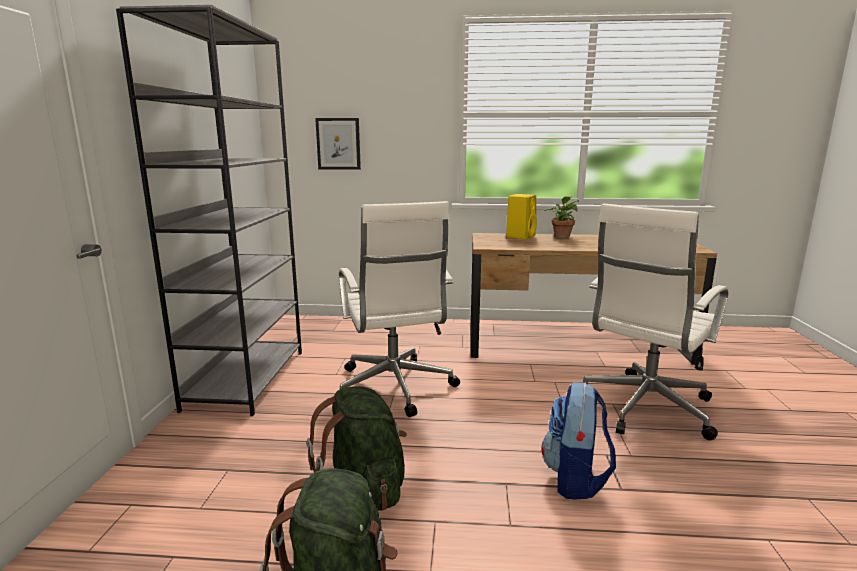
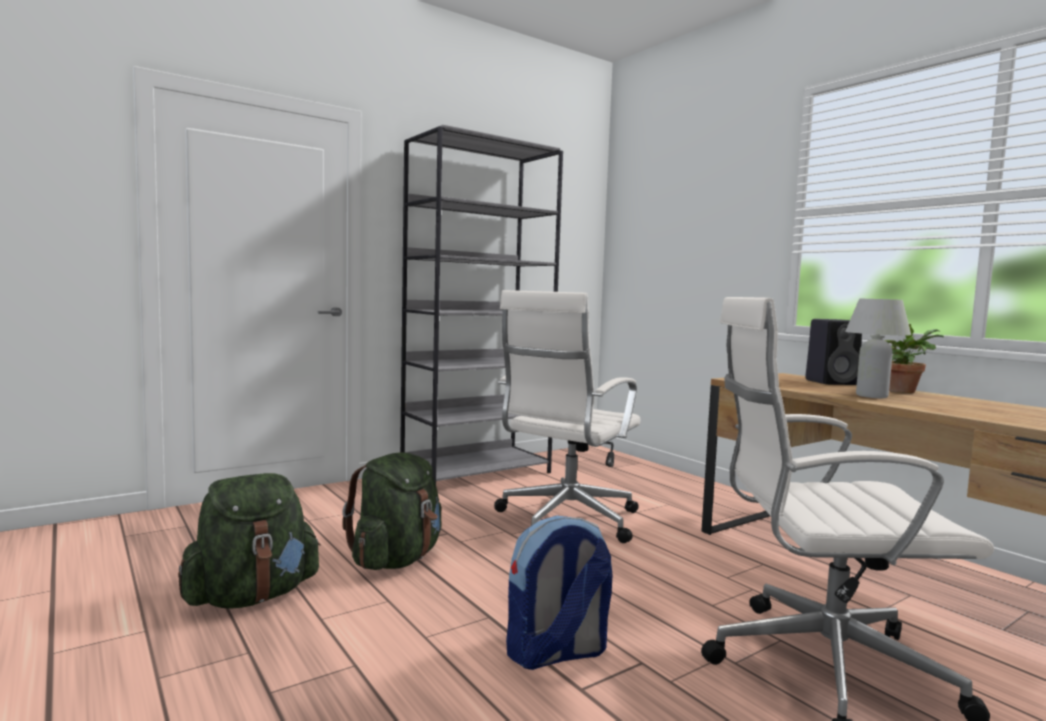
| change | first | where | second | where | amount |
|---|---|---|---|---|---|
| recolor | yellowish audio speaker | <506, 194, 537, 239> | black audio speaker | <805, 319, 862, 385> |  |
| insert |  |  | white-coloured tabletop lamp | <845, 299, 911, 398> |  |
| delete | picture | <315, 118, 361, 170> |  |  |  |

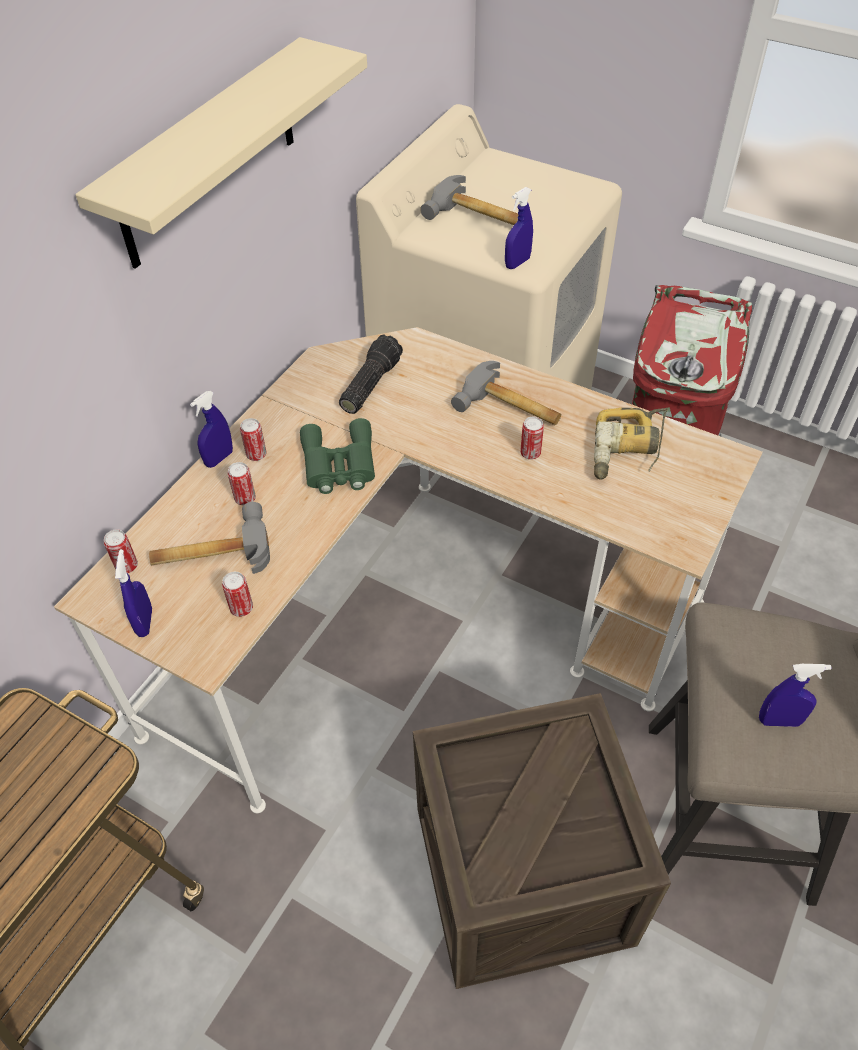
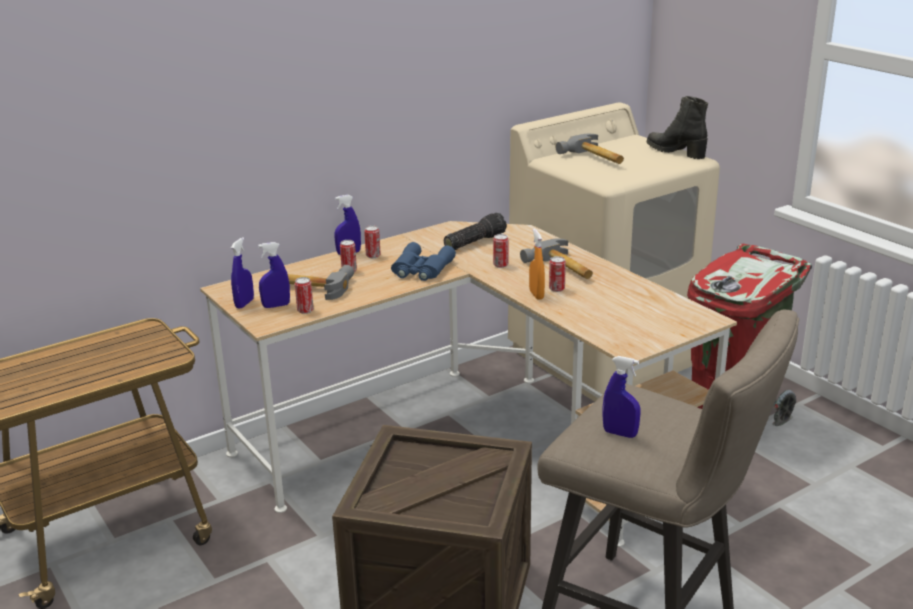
| change | first | where | second | where | amount |
|---|---|---|---|---|---|
| move | blue sprayer | <505, 187, 533, 269> |  | <258, 242, 290, 308> |  |
| recolor | green-coloured field glasses | <300, 418, 375, 494> | blue field glasses | <391, 242, 456, 281> |  |
| move | sealed can | <104, 530, 138, 573> |  | <493, 234, 508, 268> |  |
| insert |  |  | orange sprayer | <529, 228, 545, 300> |  |
| insert |  |  | black tall boot | <647, 96, 708, 159> |  |
| delete | sand-coloured wall shelf | <75, 37, 367, 269> |  |  |  |
| delete | drill | <594, 408, 668, 480> |  |  |  |

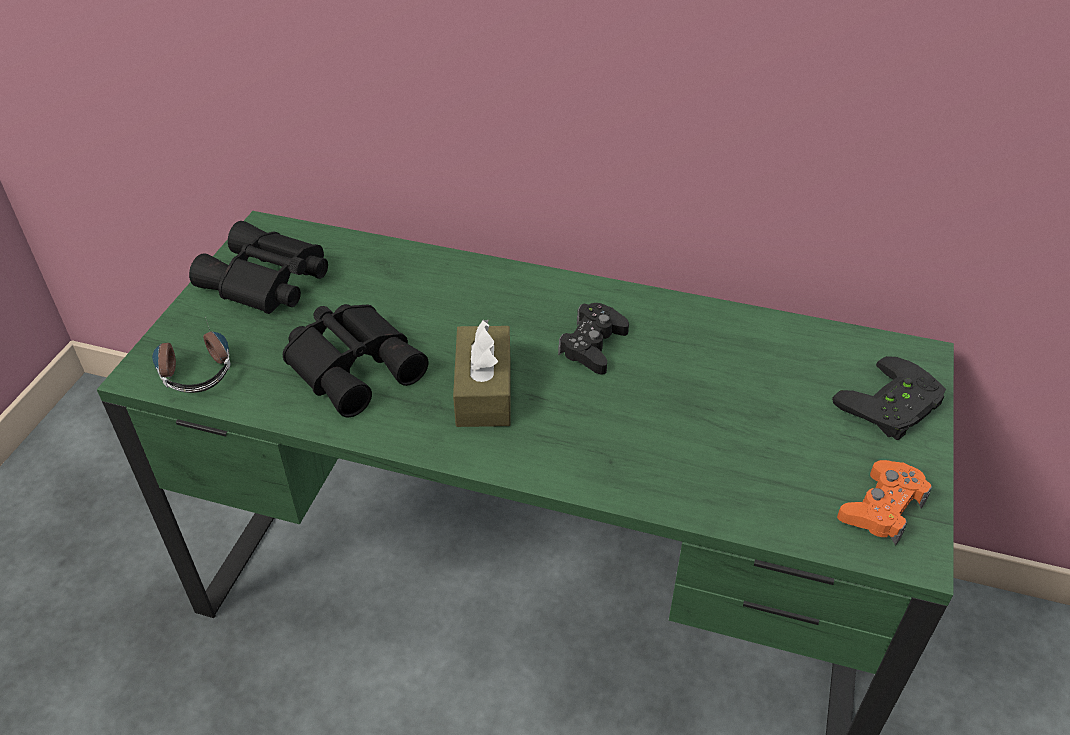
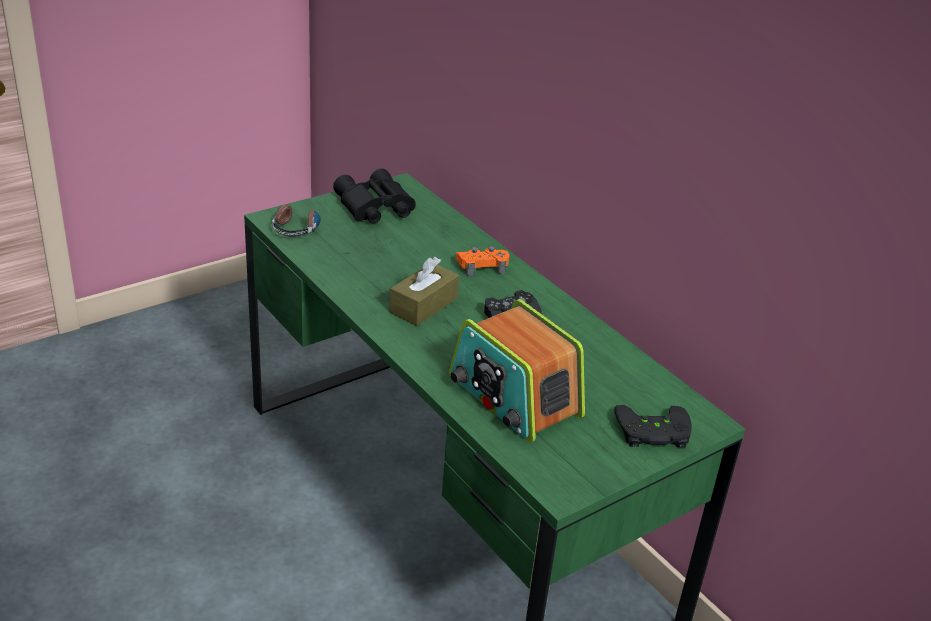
| change | first | where | second | where | amount |
|---|---|---|---|---|---|
| insert |  |  | radio set | <449, 299, 585, 443> |  |
| move | orange game controller | <837, 460, 932, 545> |  | <456, 246, 509, 276> |  |
| delete | black field glasses | <283, 304, 429, 417> |  |  |  |

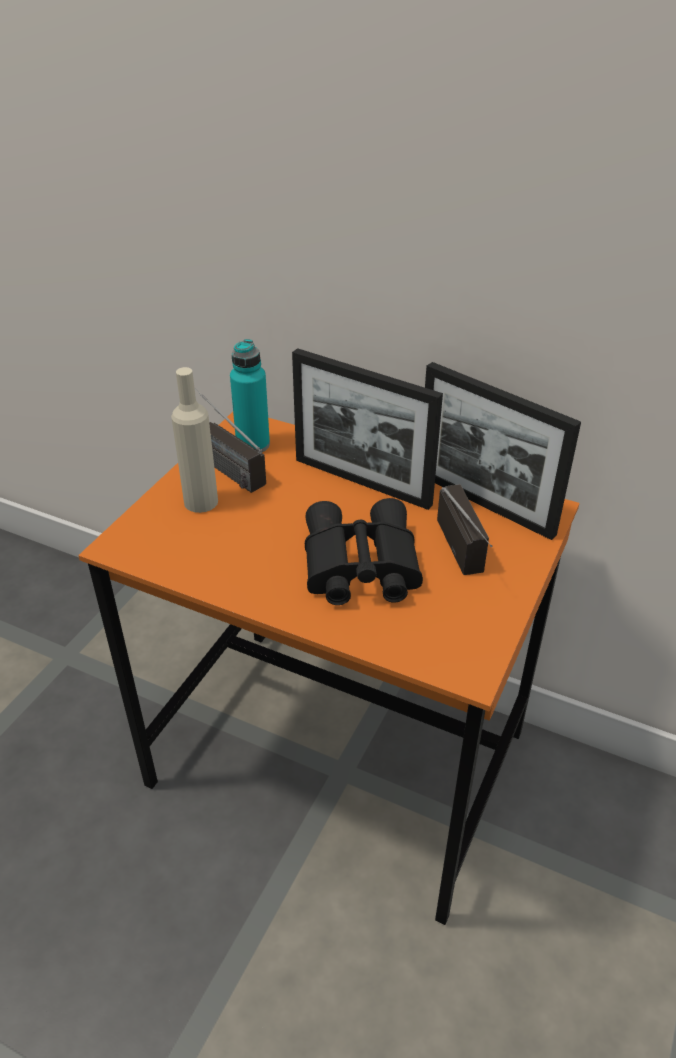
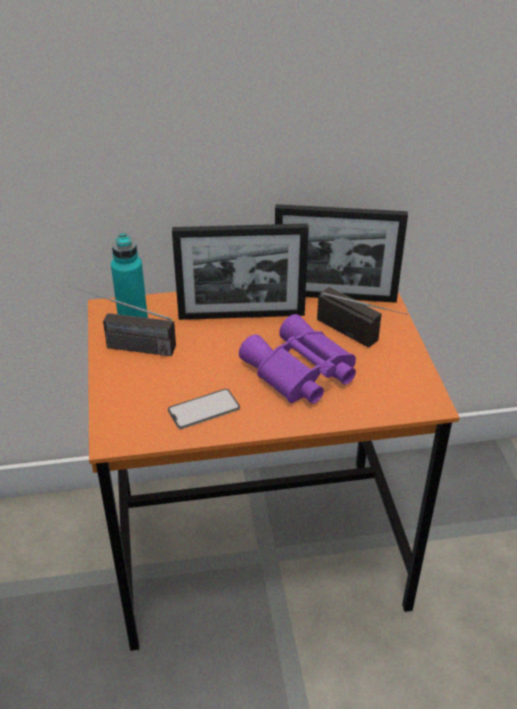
| change | first | where | second | where | amount |
|---|---|---|---|---|---|
| insert |  |  | handset | <168, 389, 240, 429> |  |
| recolor | black field glasses | <305, 498, 423, 605> | purplish field glasses | <239, 314, 356, 404> |  |
| delete | sand-coloured drink bottle | <171, 367, 218, 513> |  |  |  |

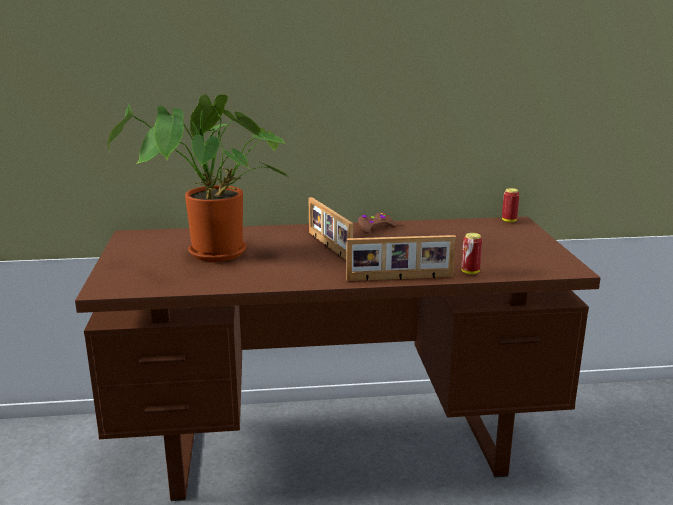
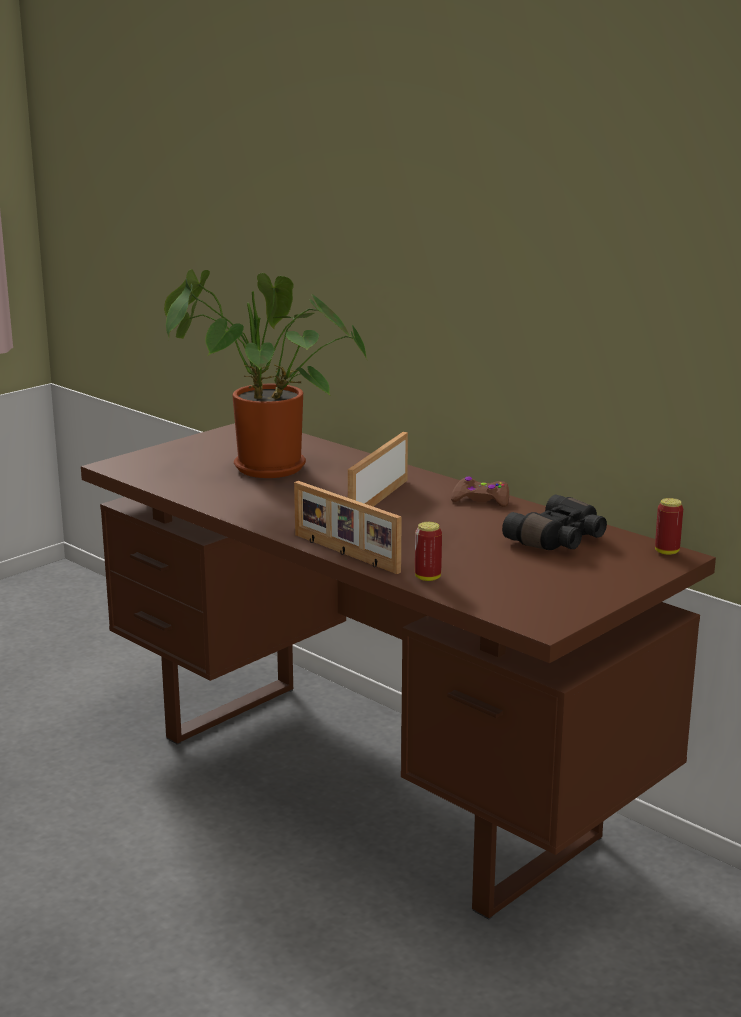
| change | first | where | second | where | amount |
|---|---|---|---|---|---|
| insert |  |  | black field glasses | <502, 495, 607, 550> |  |

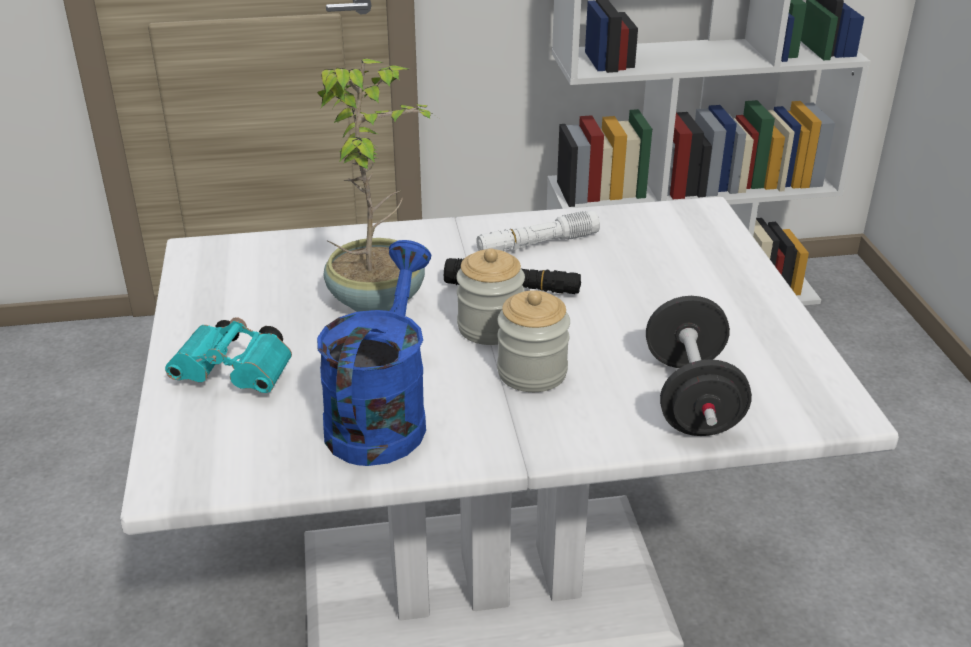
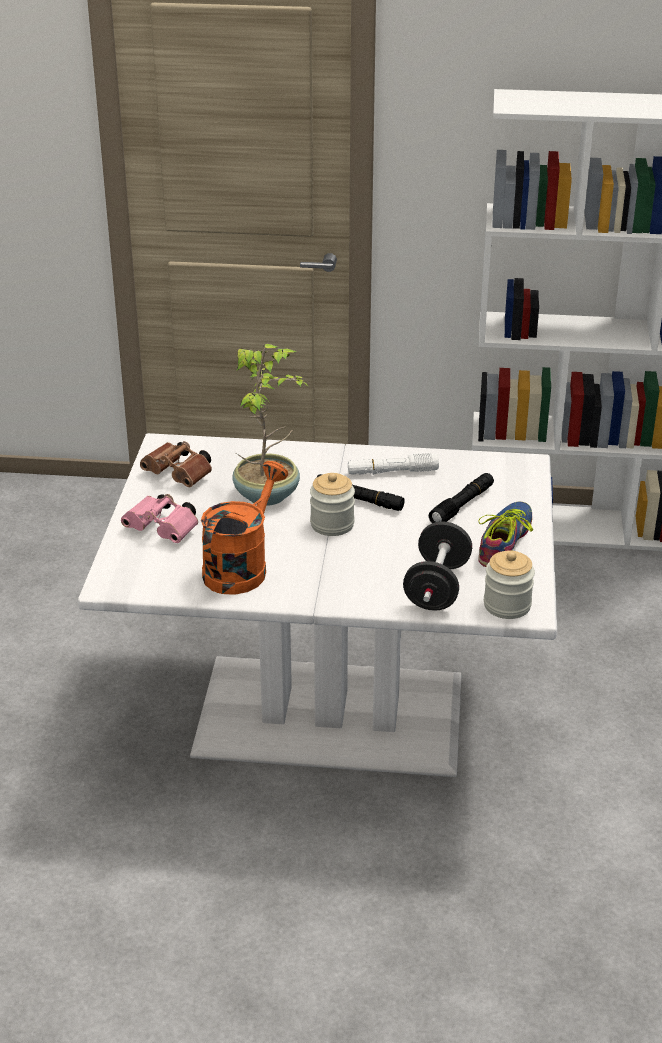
| change | first | where | second | where | amount |
|---|---|---|---|---|---|
| recolor | turquoise-coloured field glasses | <165, 317, 292, 393> | pink-coloured field glasses | <121, 494, 198, 543> |  |
| insert |  |  | brownish field glasses | <140, 441, 212, 487> |  |
| recolor | blue watering can | <317, 240, 431, 466> | orange watering can | <201, 461, 288, 595> |  |
| insert |  |  | black torch | <429, 473, 494, 523> |  |
| insert |  |  | shoe | <478, 502, 533, 567> |  |
| move | preserve jar | <497, 290, 570, 392> |  | <484, 550, 535, 619> |  |

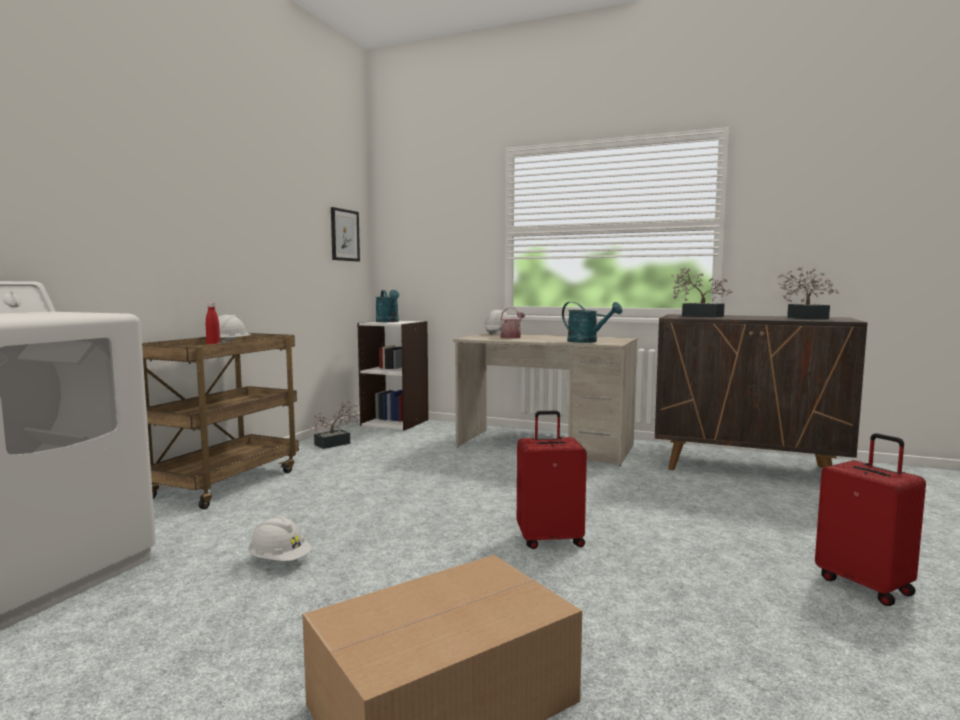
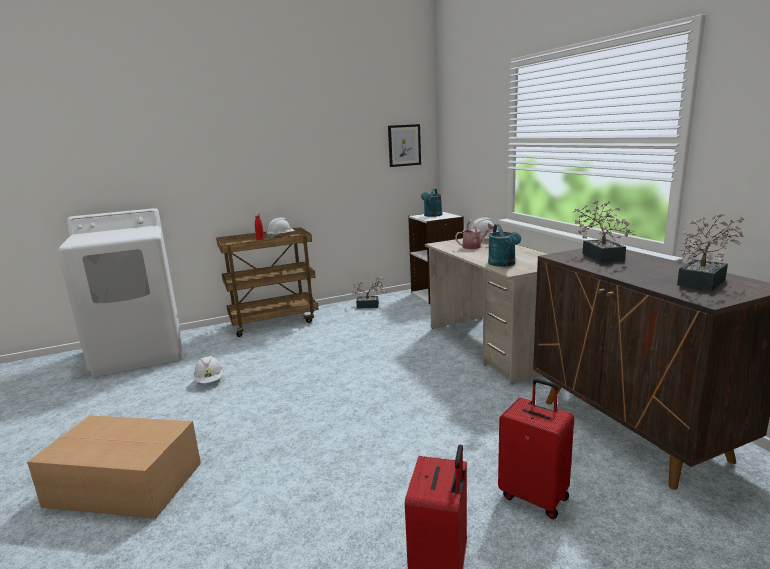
| change | first | where | second | where | amount |
|---|---|---|---|---|---|
| move | reddish suitcase | <517, 411, 587, 549> |  | <498, 379, 574, 519> |  |

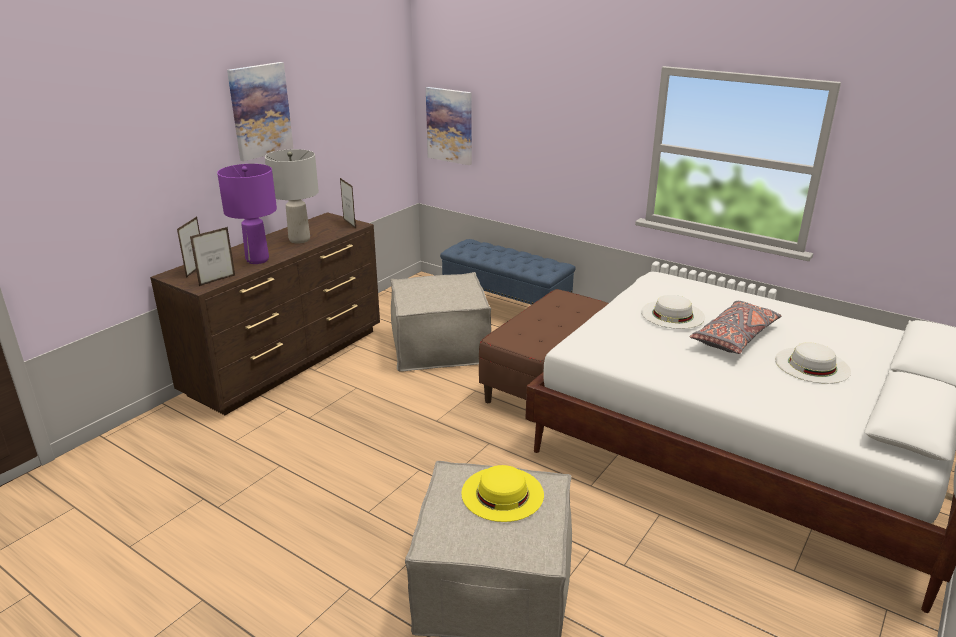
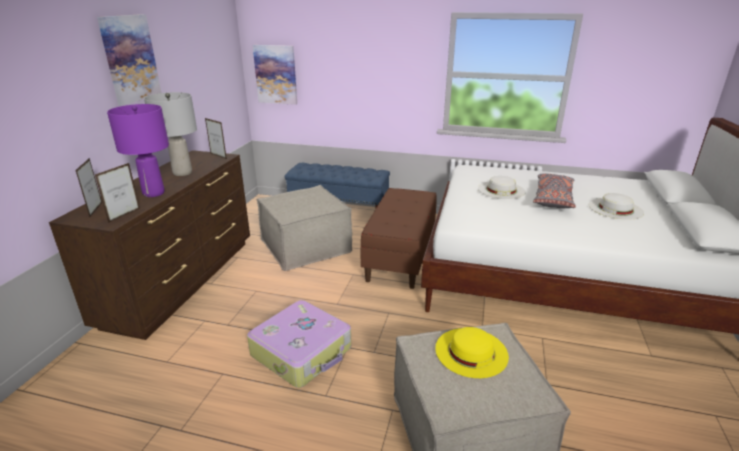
| change | first | where | second | where | amount |
|---|---|---|---|---|---|
| insert |  |  | suitcase | <247, 300, 351, 388> |  |

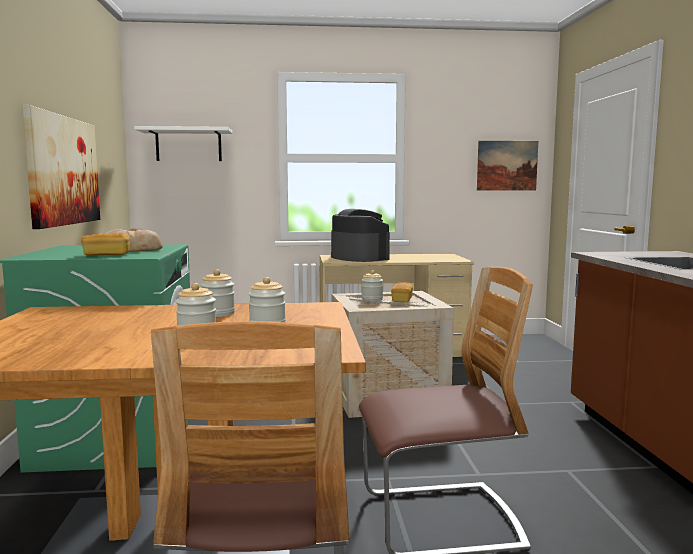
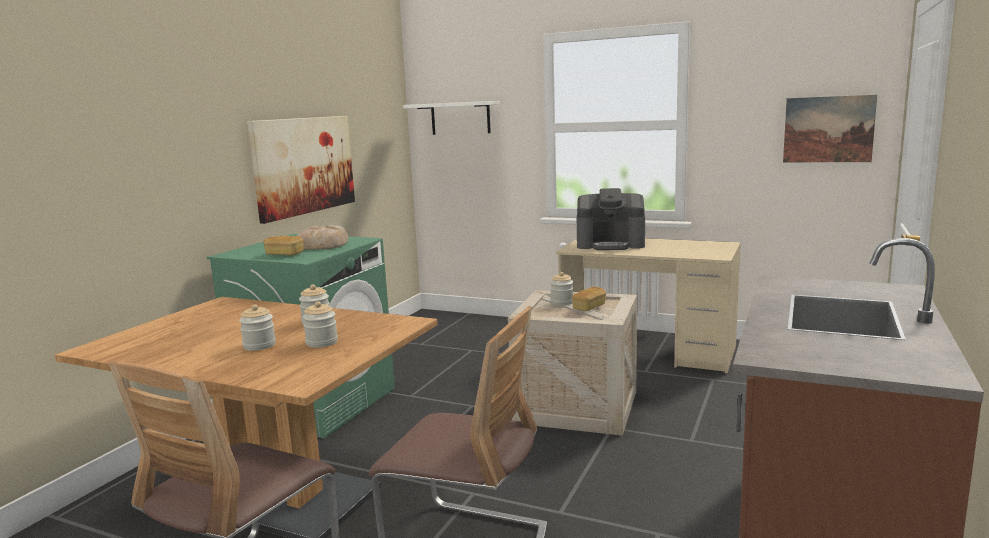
| change | first | where | second | where | amount |
|---|---|---|---|---|---|
| rotate | coffee machine | <331, 209, 390, 262> |  | <577, 188, 645, 250> | 105 degrees clockwise |

